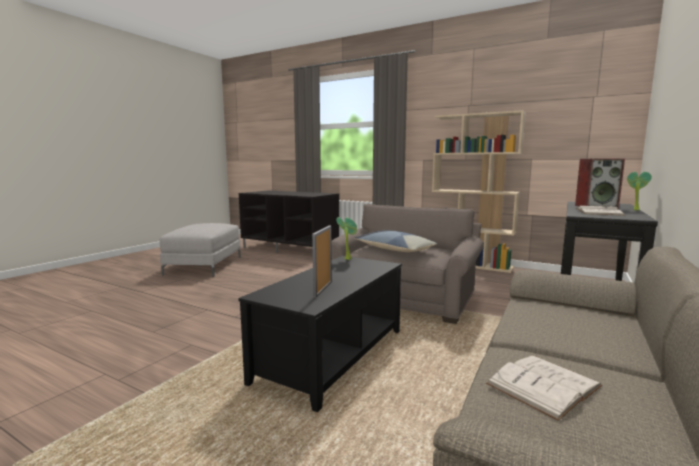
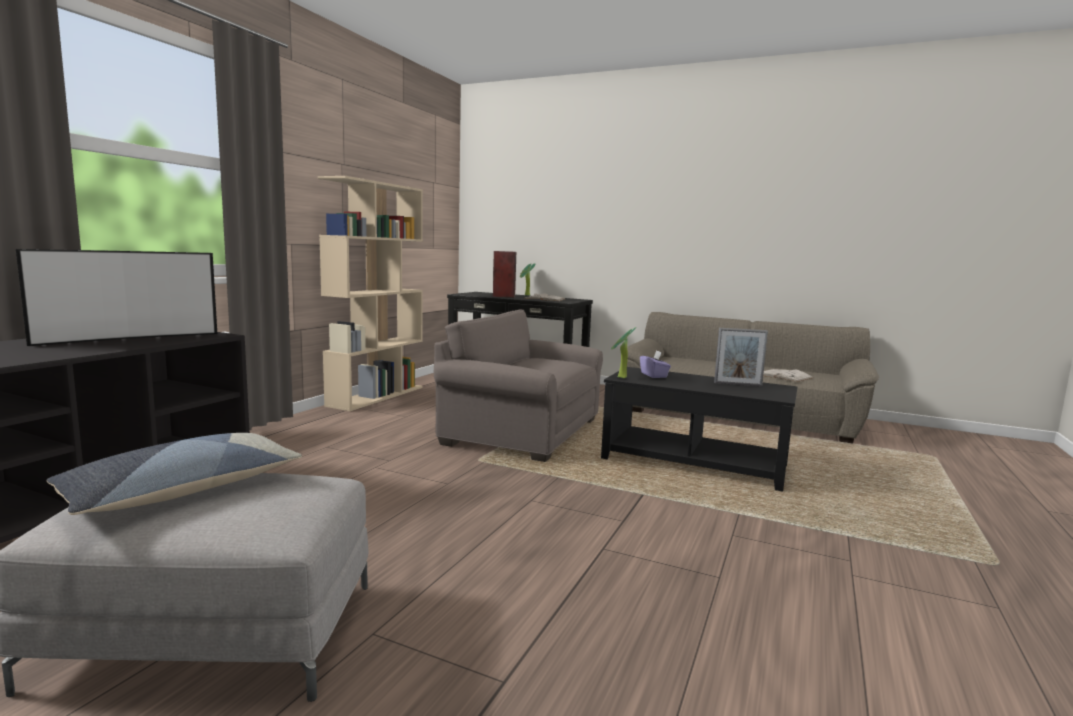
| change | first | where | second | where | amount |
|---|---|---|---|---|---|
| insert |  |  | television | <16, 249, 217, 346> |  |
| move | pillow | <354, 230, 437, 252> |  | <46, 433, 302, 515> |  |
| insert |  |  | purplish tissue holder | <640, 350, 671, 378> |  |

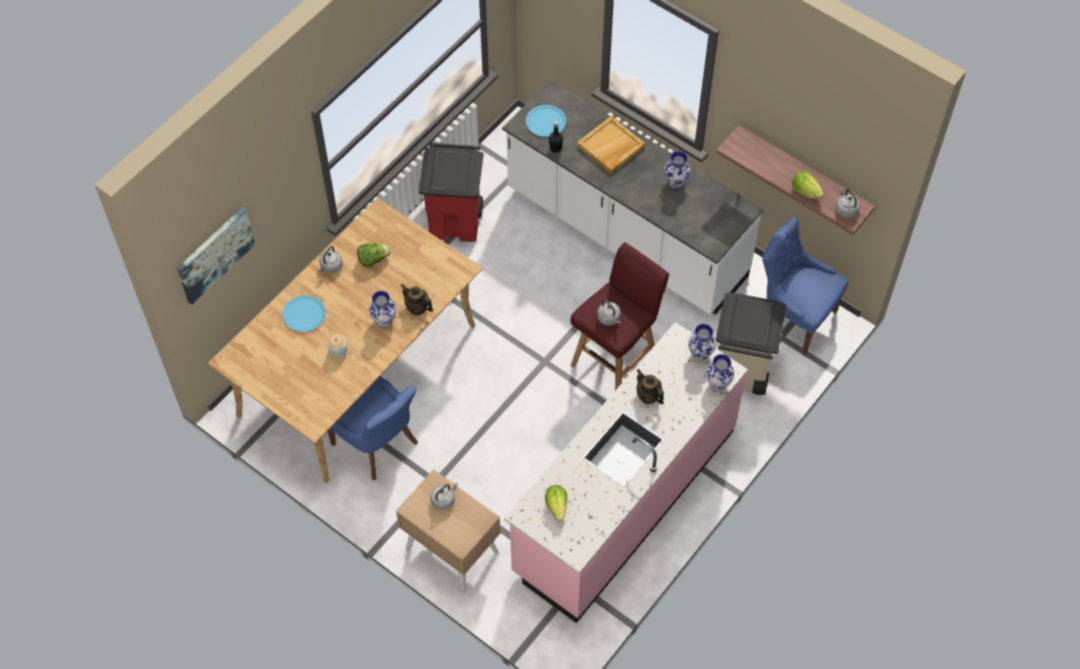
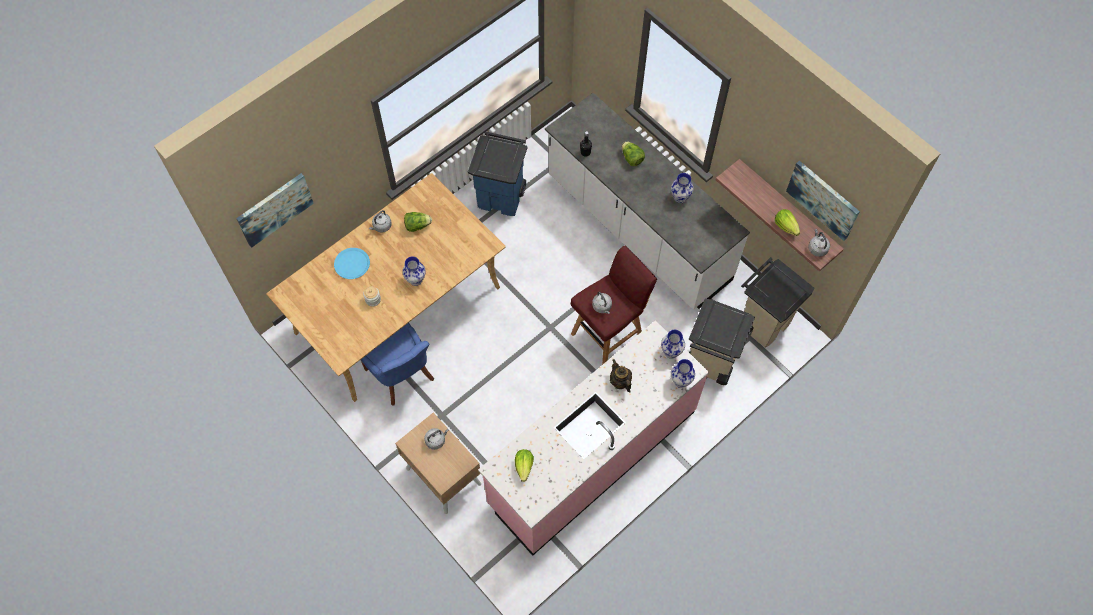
| change | first | where | second | where | amount |
|---|---|---|---|---|---|
| recolor | reddish rubbish bin | <418, 143, 484, 242> | blue rubbish bin | <468, 132, 528, 216> |  |
| replace | sand-coloured serving tray | <577, 116, 645, 174> | lettuce | <622, 142, 645, 166> |  |
| replace | blue plain chair | <762, 216, 848, 356> | sand-coloured rubbish bin | <741, 257, 815, 348> |  |
| insert |  |  | picture | <786, 161, 860, 241> |  |
| delete | pot for tea | <400, 284, 433, 315> |  |  |  |
| delete | blue dinner plate | <526, 105, 566, 137> |  |  |  |

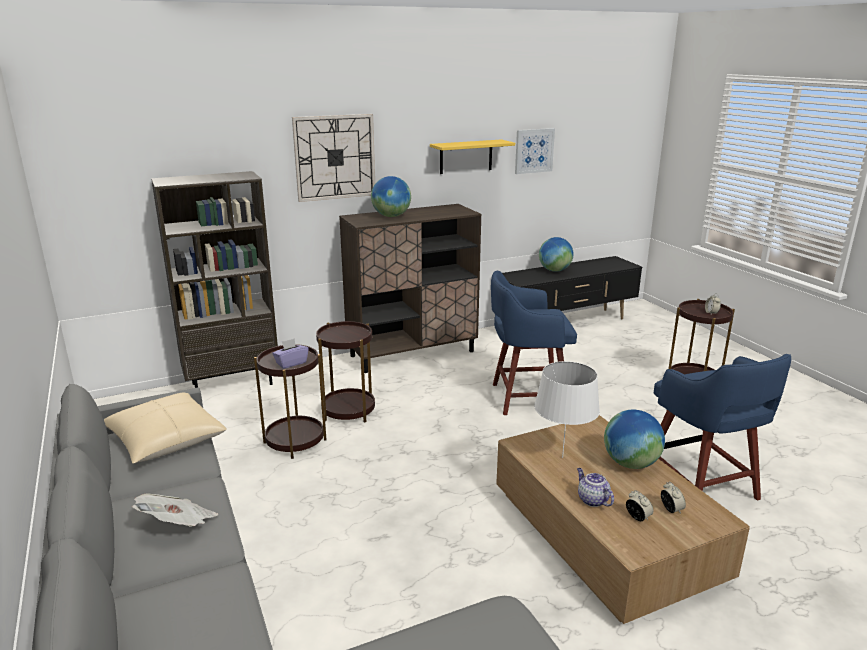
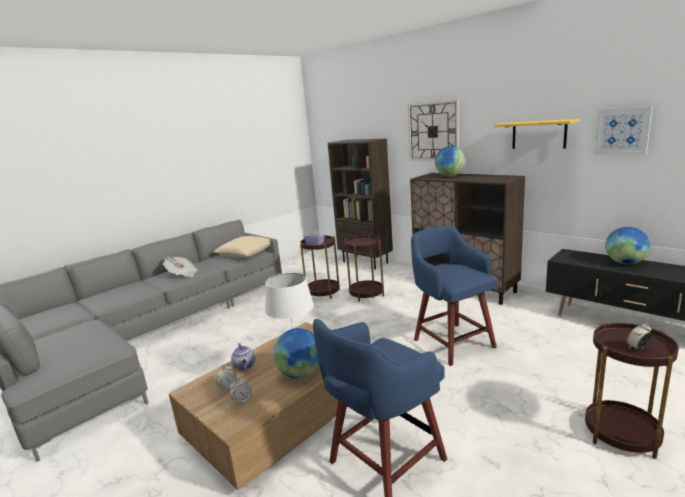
| change | first | where | second | where | amount |
|---|---|---|---|---|---|
| rotate | pot for tea | <577, 468, 614, 507> |  | <231, 343, 255, 370> | 120 degrees clockwise |

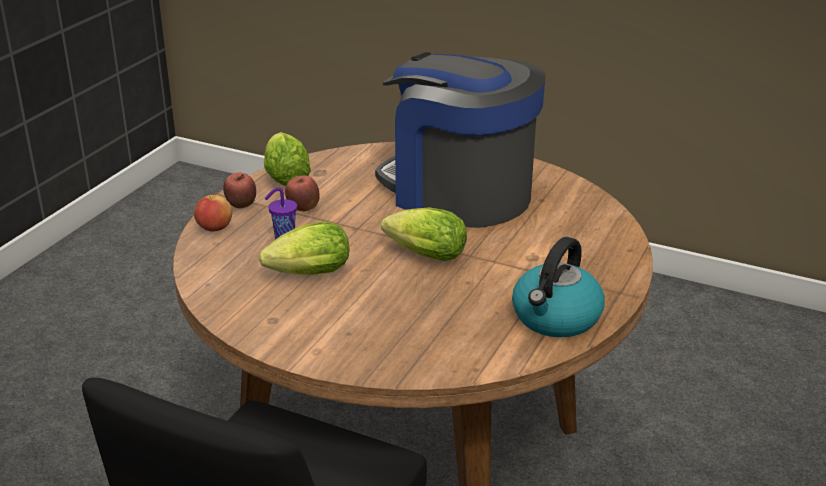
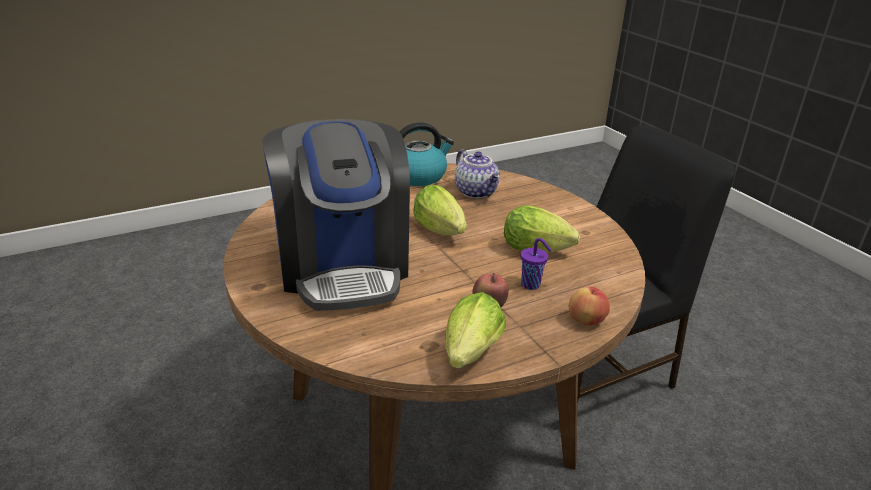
| change | first | where | second | where | amount |
|---|---|---|---|---|---|
| insert |  |  | pot for tea | <455, 149, 500, 199> |  |
| delete | apple | <223, 172, 256, 209> |  |  |  |

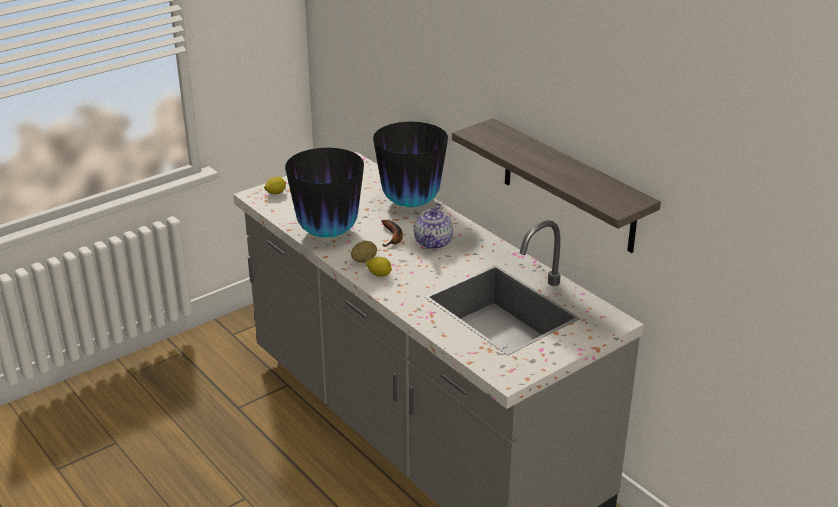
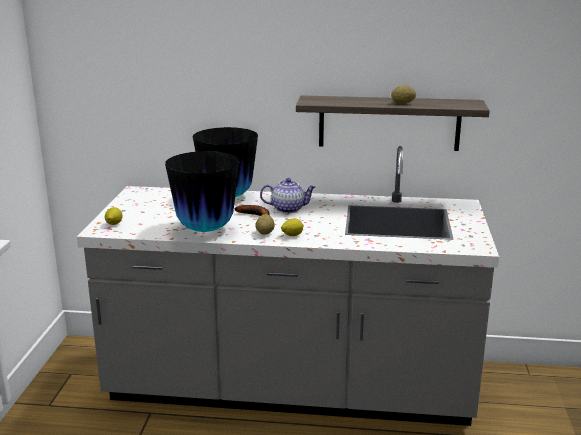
| change | first | where | second | where | amount |
|---|---|---|---|---|---|
| rotate | pot for tea | <414, 203, 453, 249> |  | <260, 178, 317, 213> | 60 degrees counterclockwise |
| insert |  |  | spud | <391, 85, 416, 104> |  |

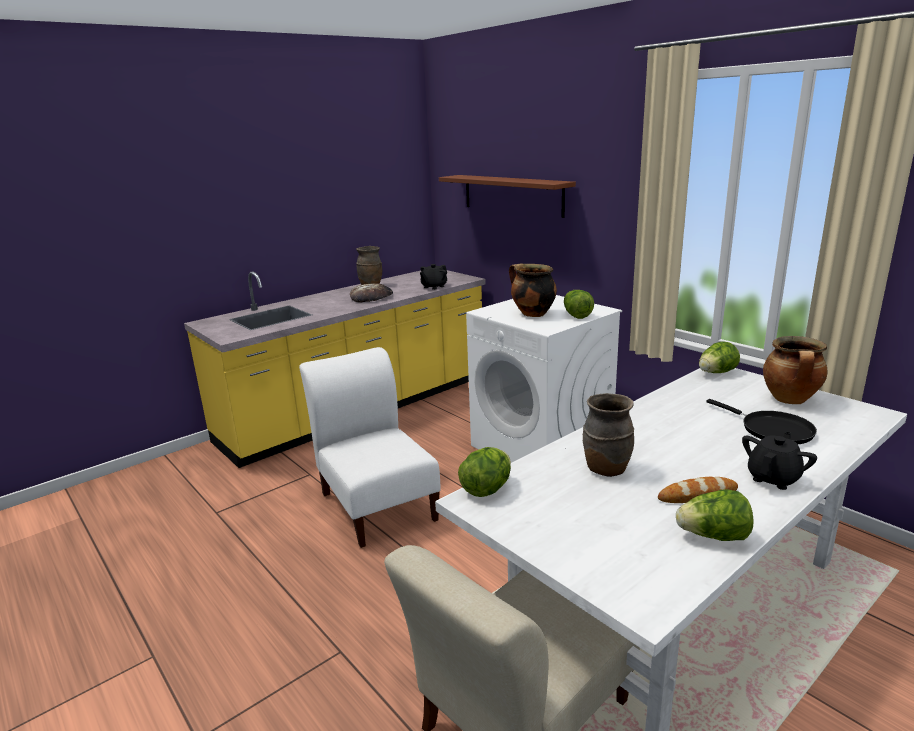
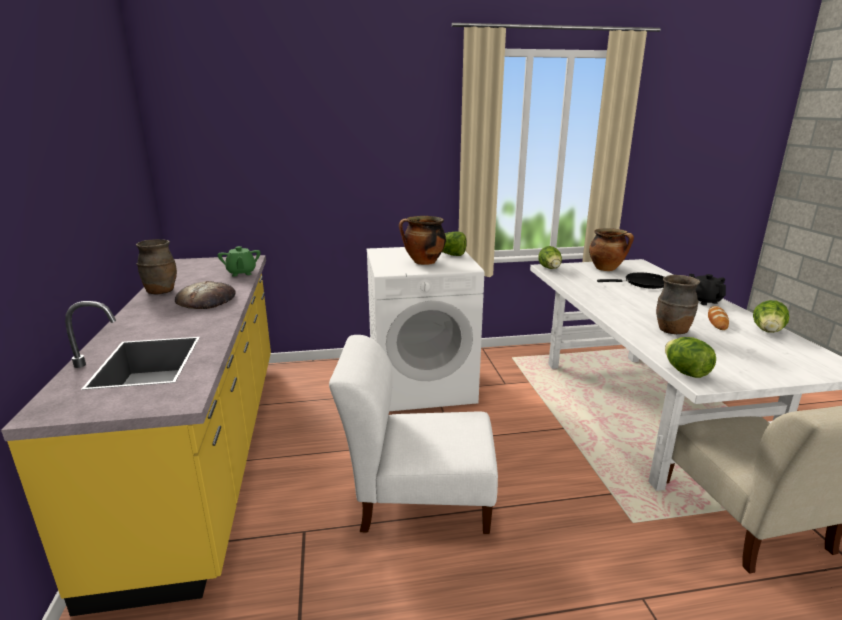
| change | first | where | second | where | amount |
|---|---|---|---|---|---|
| recolor | black pot for tea | <420, 264, 447, 290> | green-coloured pot for tea | <218, 246, 260, 276> |  |
| delete | brownish wall shelf | <439, 175, 576, 218> |  |  |  |

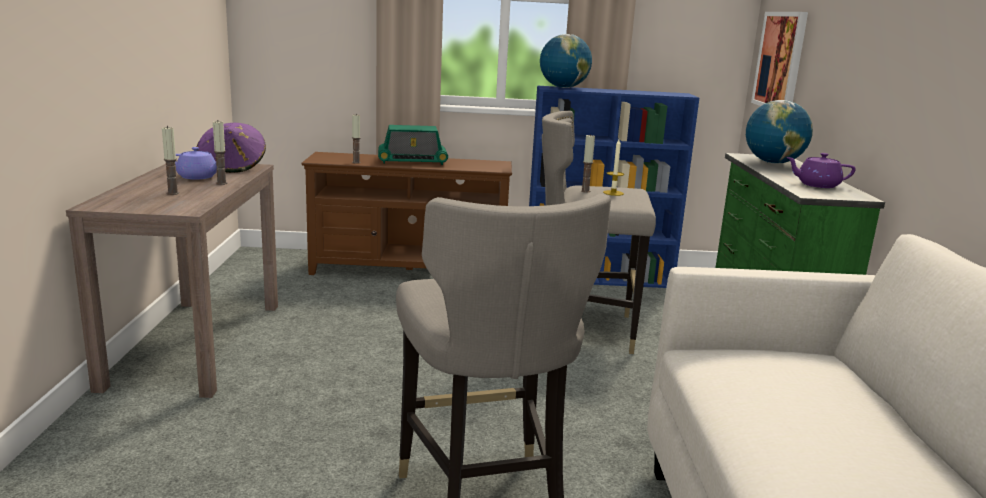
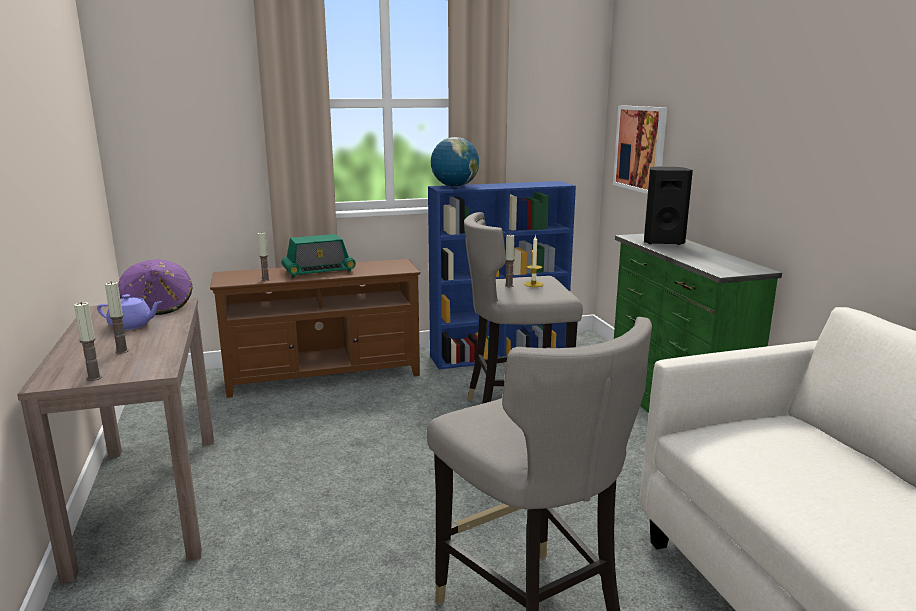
| change | first | where | second | where | amount |
|---|---|---|---|---|---|
| move | candle | <213, 121, 227, 185> |  | <74, 302, 102, 381> |  |
| replace | desk globe | <746, 100, 813, 164> | black audio speaker | <644, 167, 693, 245> |  |
| delete | purplish pot for tea | <786, 153, 856, 188> |  |  |  |

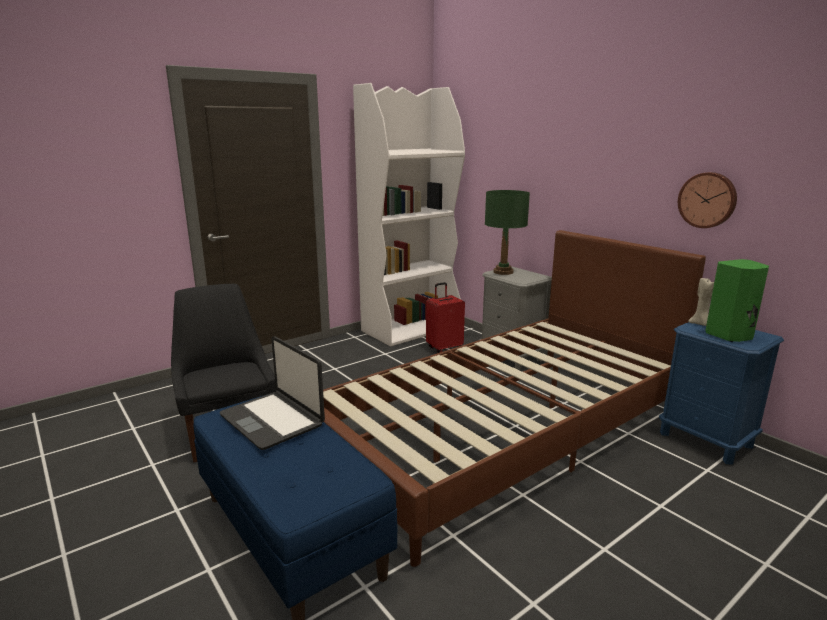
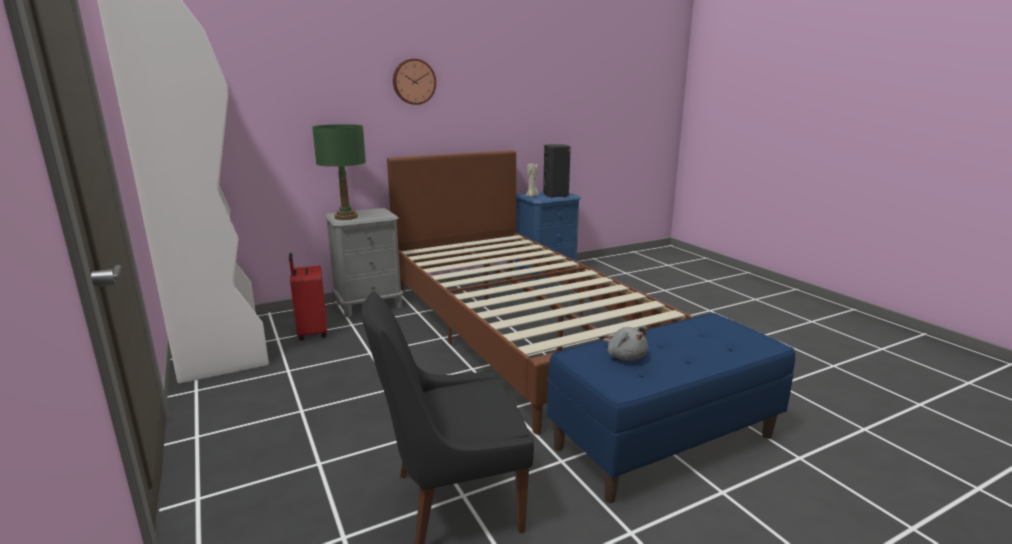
| change | first | where | second | where | amount |
|---|---|---|---|---|---|
| move | clock on the wall | <678, 172, 737, 228> |  | <393, 58, 436, 105> |  |
| recolor | green-coloured audio speaker | <705, 259, 769, 342> | black audio speaker | <543, 145, 571, 198> |  |
| replace | notebook computer | <220, 336, 325, 450> | greyish plush toy | <602, 327, 648, 361> |  |

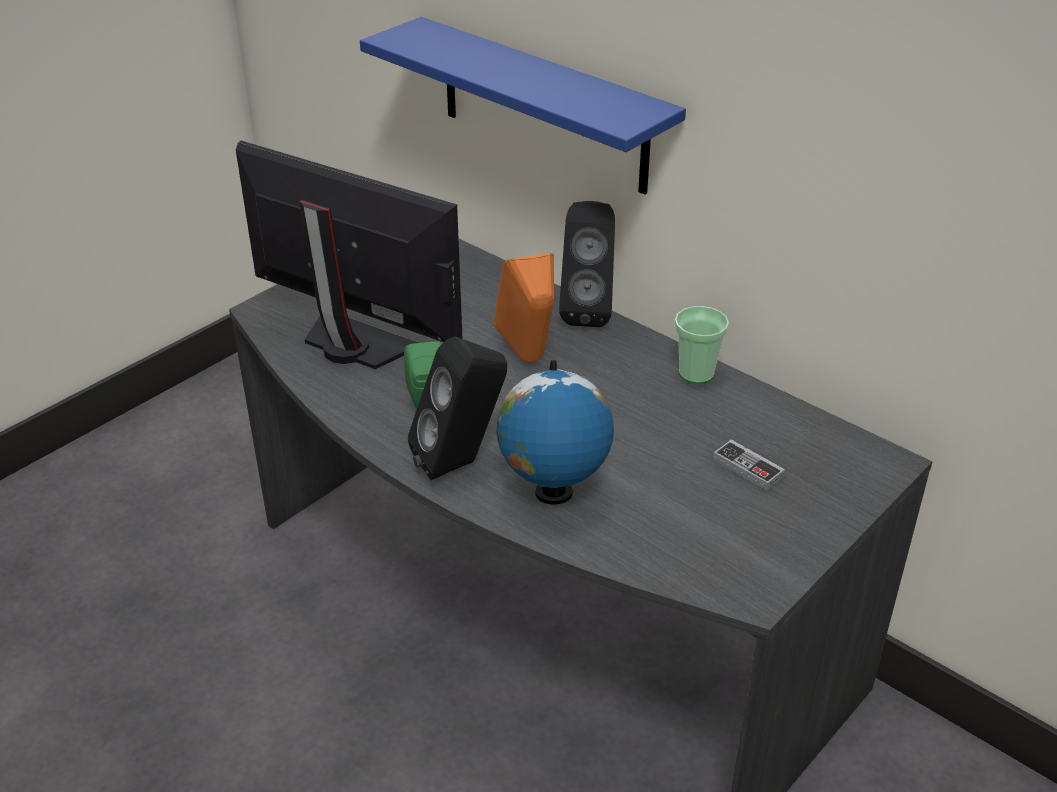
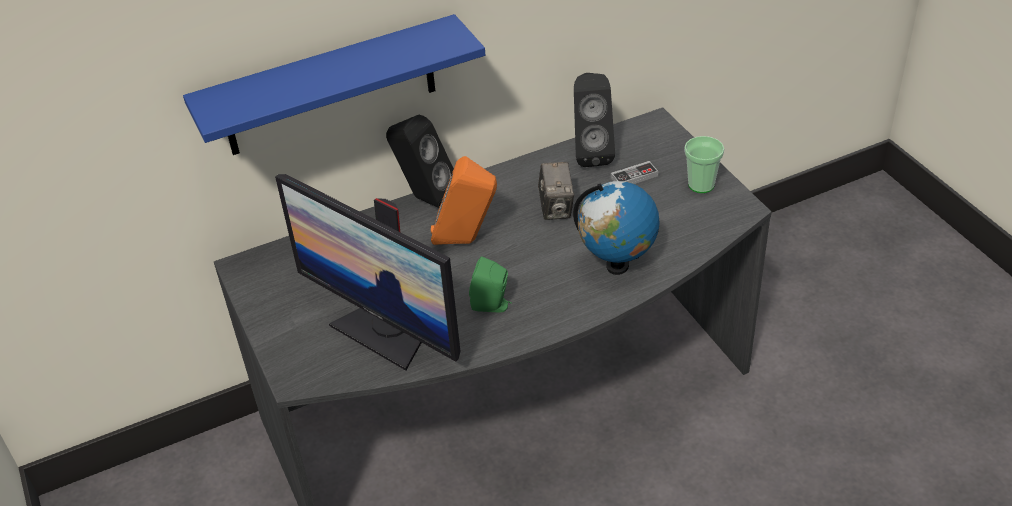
| change | first | where | second | where | amount |
|---|---|---|---|---|---|
| rotate | computer display | <236, 141, 462, 369> |  | <275, 174, 460, 371> | 105 degrees counterclockwise |
| insert |  |  | still camera | <538, 162, 574, 220> |  |
| move | black audio speaker | <408, 336, 507, 480> |  | <574, 73, 615, 167> |  |
| move | cup | <675, 306, 729, 384> |  | <684, 136, 724, 193> |  |

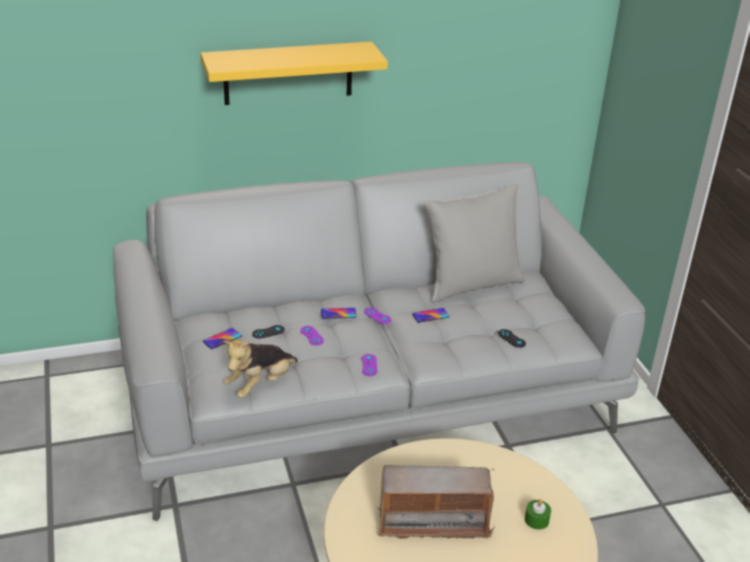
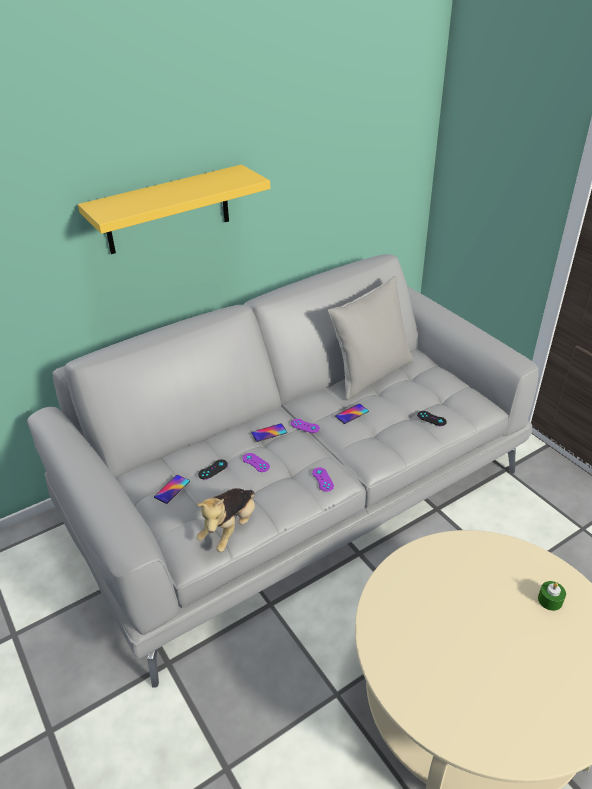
| change | first | where | second | where | amount |
|---|---|---|---|---|---|
| delete | radio set | <375, 465, 495, 539> |  |  |  |

